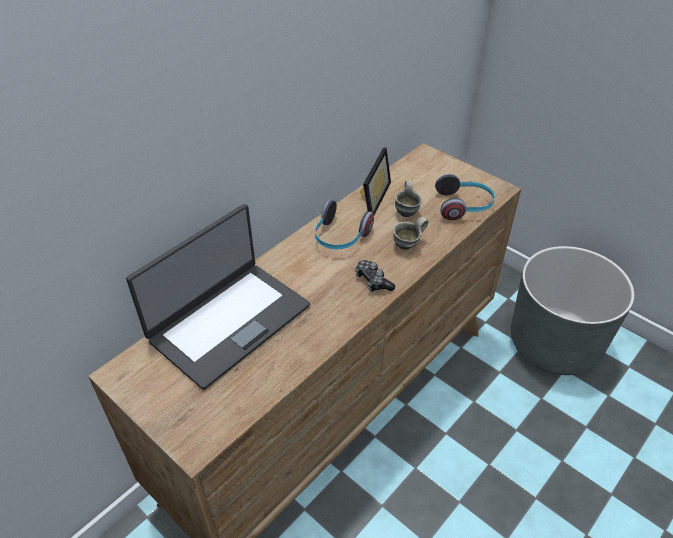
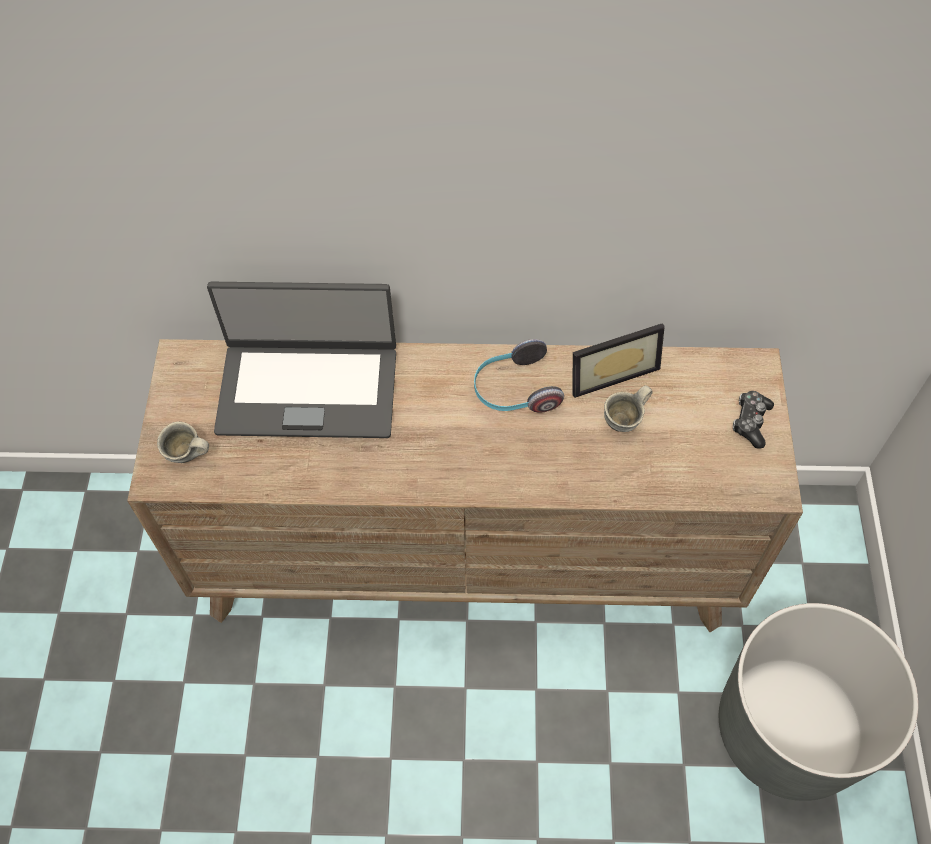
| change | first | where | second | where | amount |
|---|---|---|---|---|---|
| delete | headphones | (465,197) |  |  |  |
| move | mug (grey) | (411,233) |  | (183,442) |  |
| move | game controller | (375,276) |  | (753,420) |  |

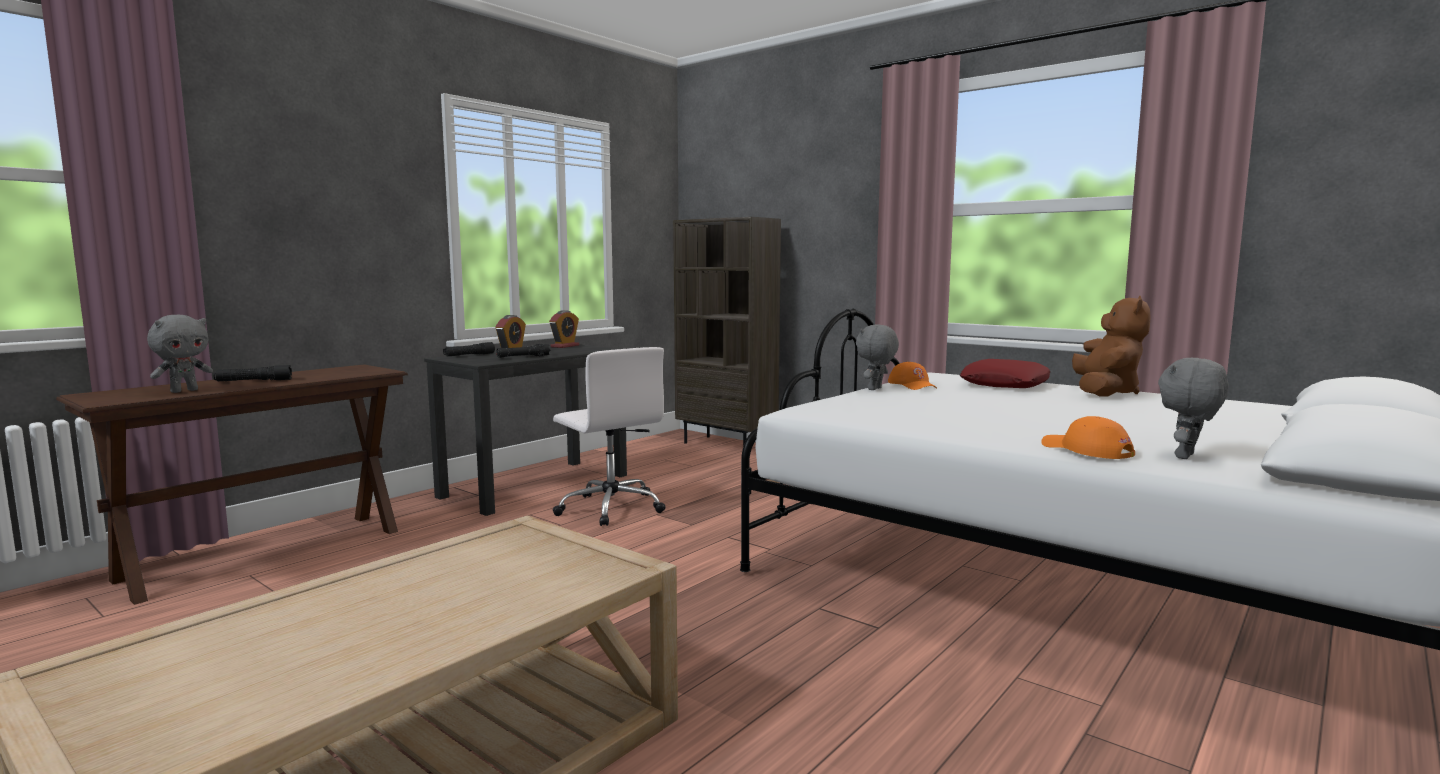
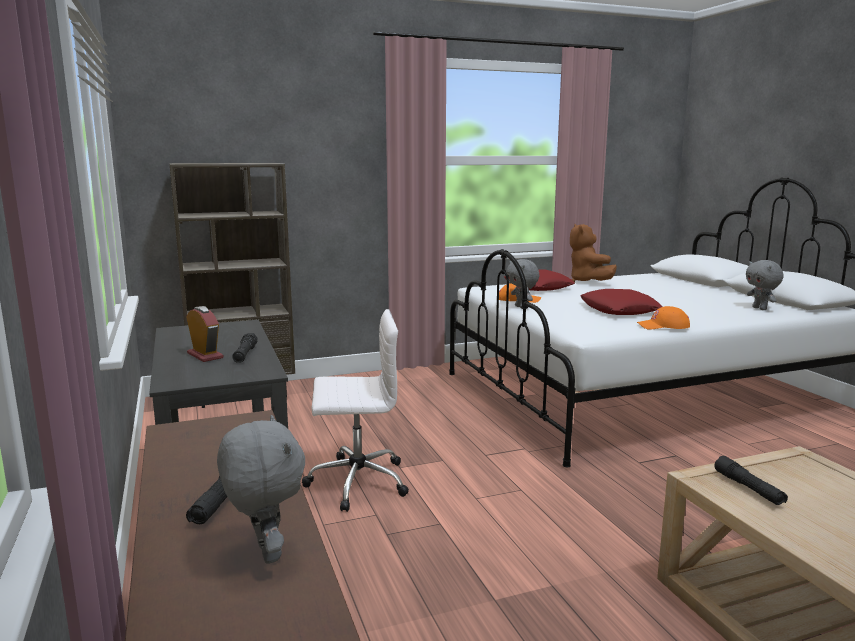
| change | first | where | second | where | amount |
|---|---|---|---|---|---|
| rotate | plush toy (brown) | (1111,346) |  | (593,253) | 150 degrees counterclockwise |
| delete | alarm clock | (564,329) |  |  |  |
| move | flashlight (black) | (469,349) |  | (751,480) |  |
| move | cap (orange) | (1088,437) |  | (663,318) |  |
| insert |  |  | pillow (red) | (621,302) |  |

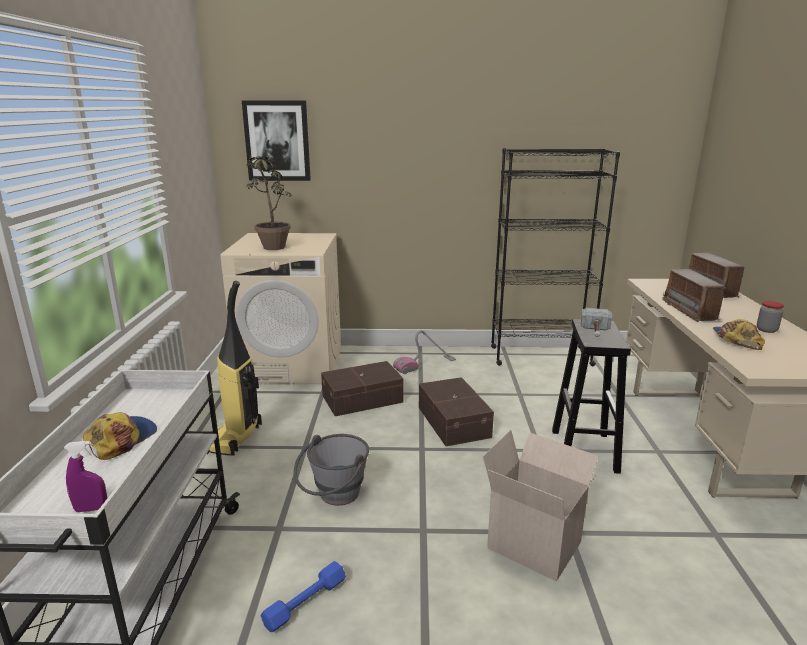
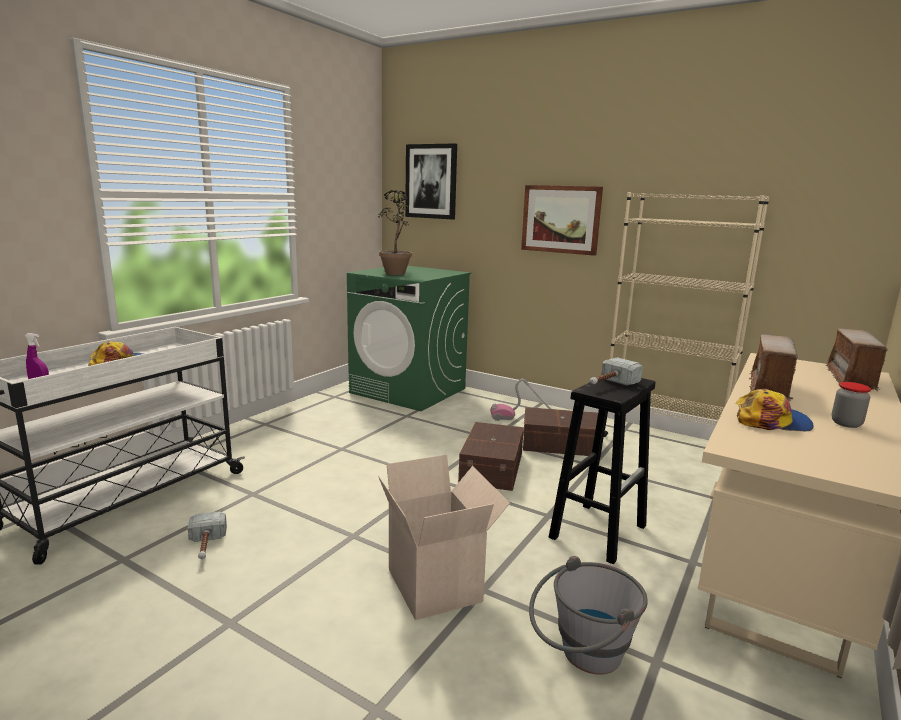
| change | first | where | second | where | amount |
|---|---|---|---|---|---|
| recolor | bookcase (black) | (555,257) | bookcase (beige) | (686,314) |  |
| recolor | washing machine (beige) | (280,308) | washing machine (green) | (409,338) |  |
| delete | vacuum cleaner | (234,368) |  |  |  |
| rotate | cap | (739,334) |  | (775,410) | 60 degrees clockwise |
| move | storage box (brown) | (362,388) |  | (562,432) |  |
| move | bucket (grey) | (331,470) |  | (588,615) |  |
| replace | dumbbell (blue) | (303,596) | hammer | (207,535) |  |
| insert |  |  | picture | (562,220) |  |

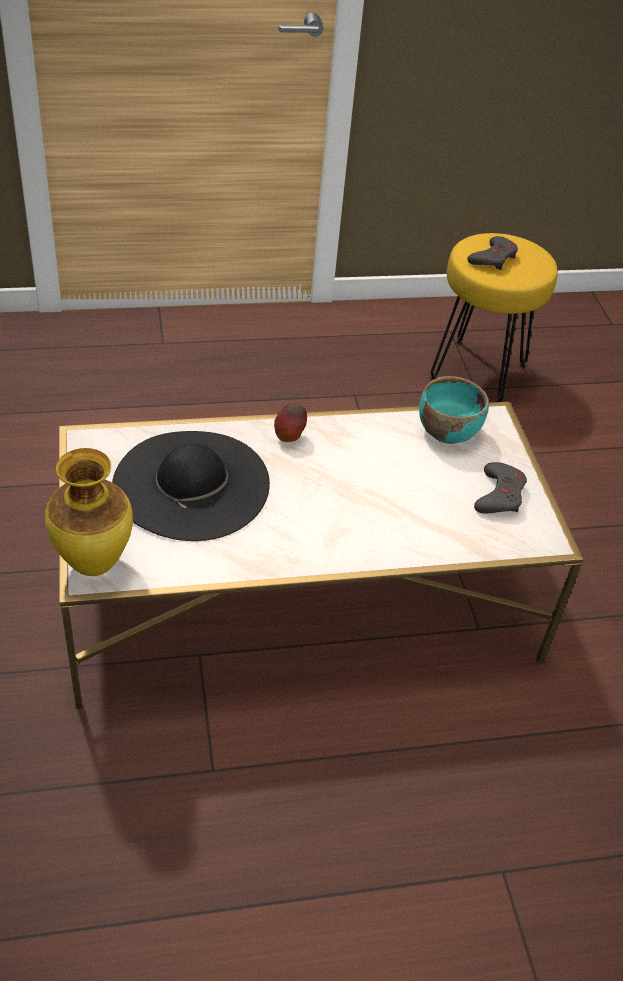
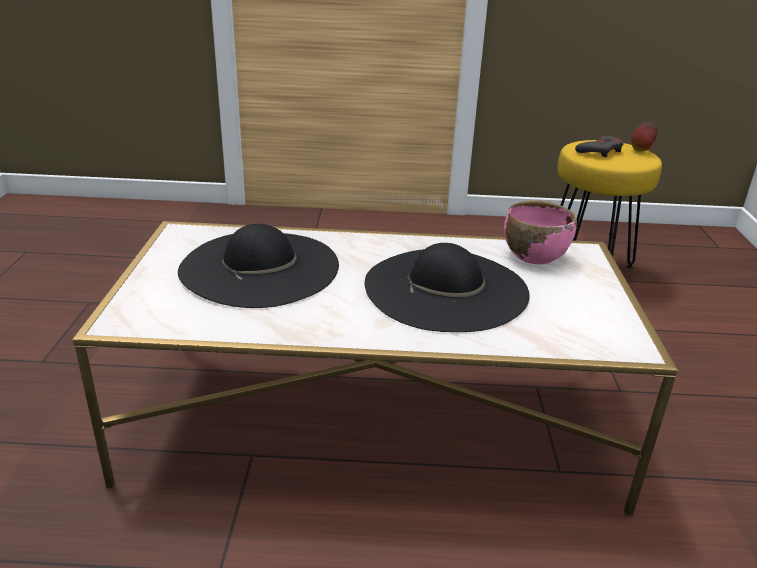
| change | first | where | second | where | amount |
|---|---|---|---|---|---|
| recolor | bowl (turquoise) | (454,410) | bowl (pink) | (540,232) |  |
| move | apple | (290,422) |  | (644,137) |  |
| delete | vase | (89,512) |  |  |  |
| delete | game controller (grey) | (500,488) |  |  |  |
| insert |  |  | hat (black) | (447,287) |  |

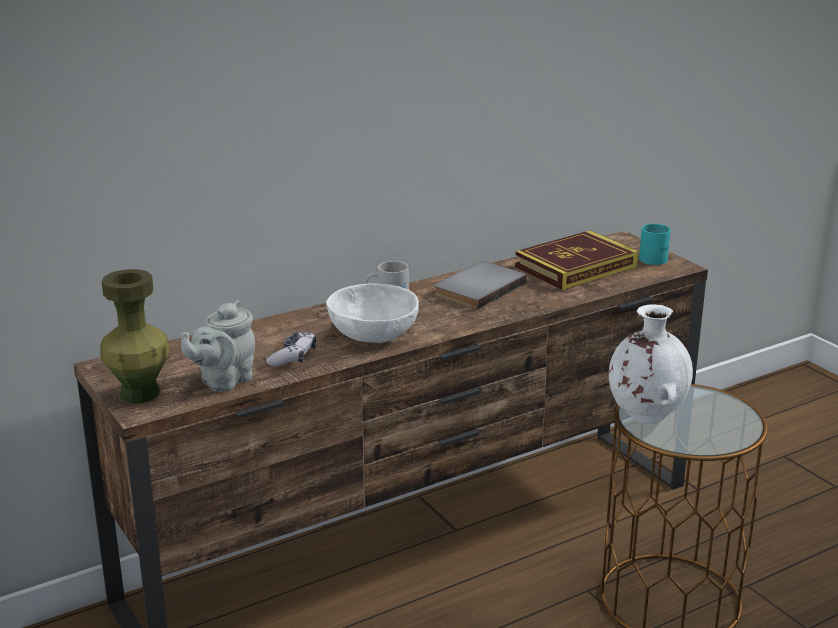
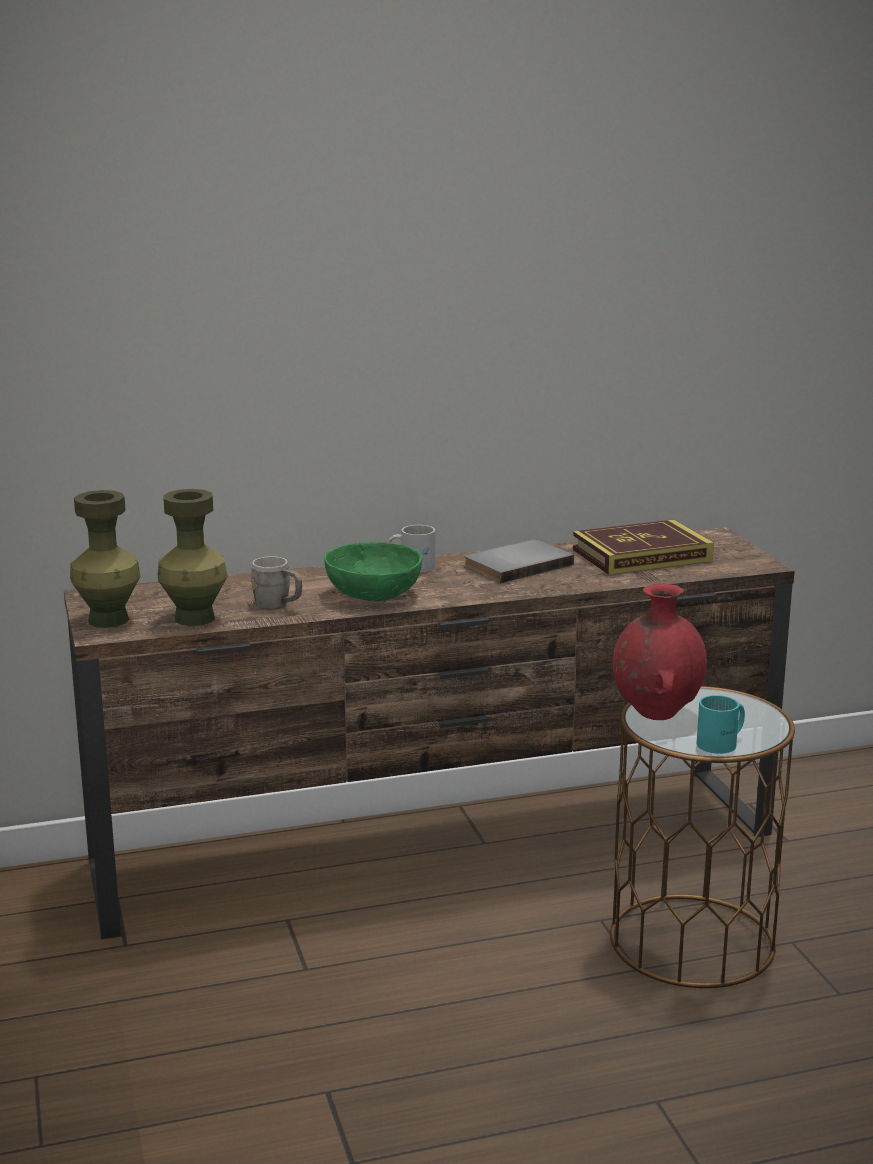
| change | first | where | second | where | amount |
|---|---|---|---|---|---|
| move | mug (turquoise) | (655,244) |  | (721,724) |  |
| recolor | bowl (white) | (372,313) | bowl (green) | (373,571) |  |
| replace | teapot (grey) | (218,346) | vase (green) | (193,557) |  |
| recolor | vase (white) | (651,364) | vase (red) | (660,652) |  |
| replace | game controller | (291,349) | mug (grey) | (276,583) |  |

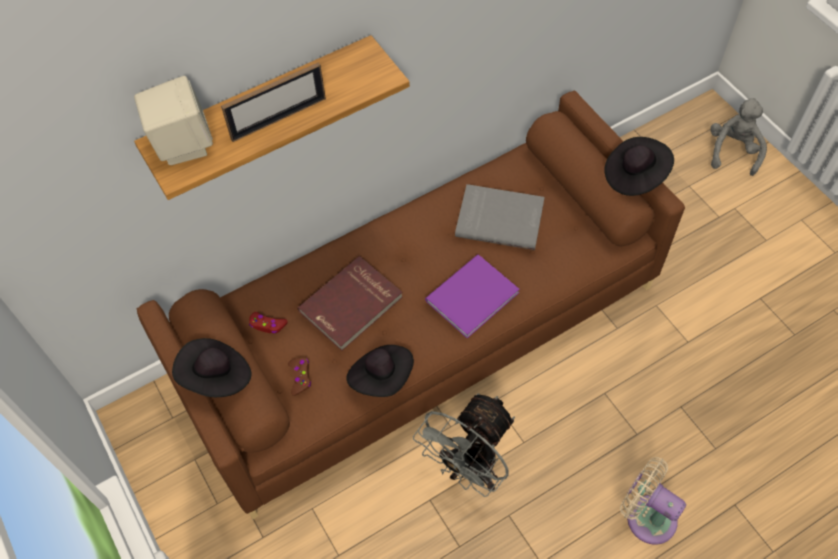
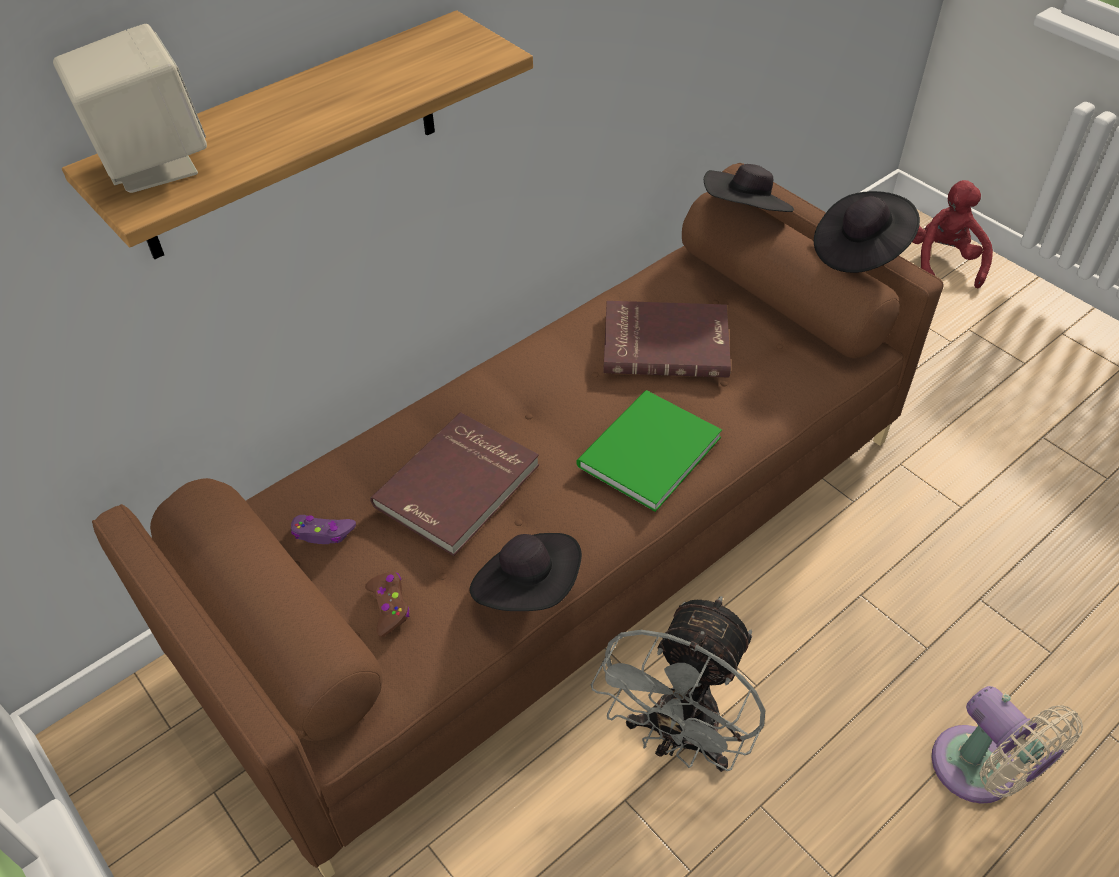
| change | first | where | second | where | amount |
|---|---|---|---|---|---|
| delete | picture frame | (273,102) |  |  |  |
| recolor | plush toy (grey) | (738,137) | plush toy (red) | (952,234) |  |
| recolor | book (grey) | (500,217) | book (red) | (667,339) |  |
| recolor | book (purple) | (472,296) | book (green) | (649,451) |  |
| recolor | game controller (red) | (268,323) | game controller (purple) | (323,529) |  |
| move | hat (black) | (211,367) |  | (749,188) |  |
| rotate | fan (beige) | (653,501) |  | (1007,745) | 150 degrees counterclockwise |

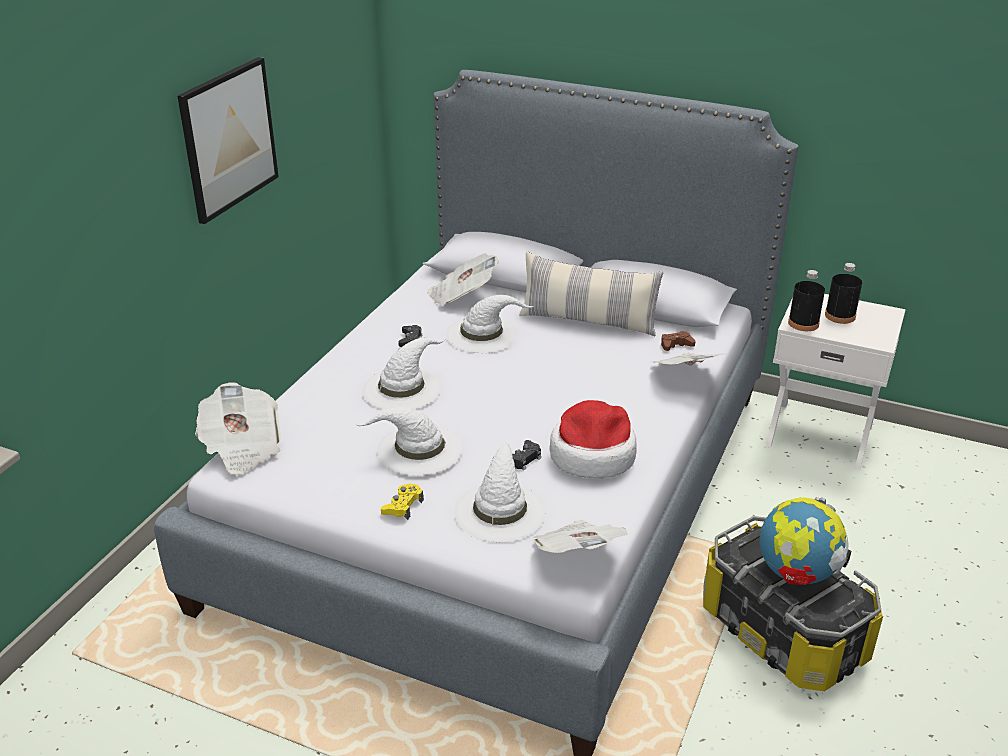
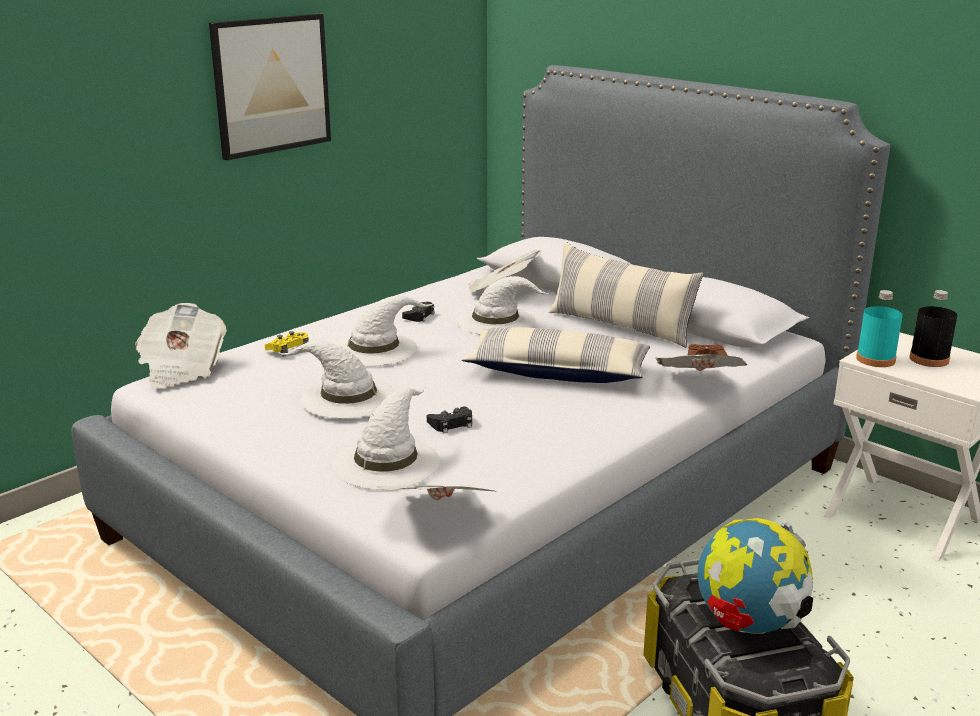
| change | first | where | second | where | amount |
|---|---|---|---|---|---|
| recolor | bottle (black) | (806,300) | bottle (turquoise) | (879,328) |  |
| delete | hat | (592,439) |  |  |  |
| move | game controller (yellow) | (402,501) |  | (287,344) |  |
| insert |  |  | pillow | (556,355) |  |

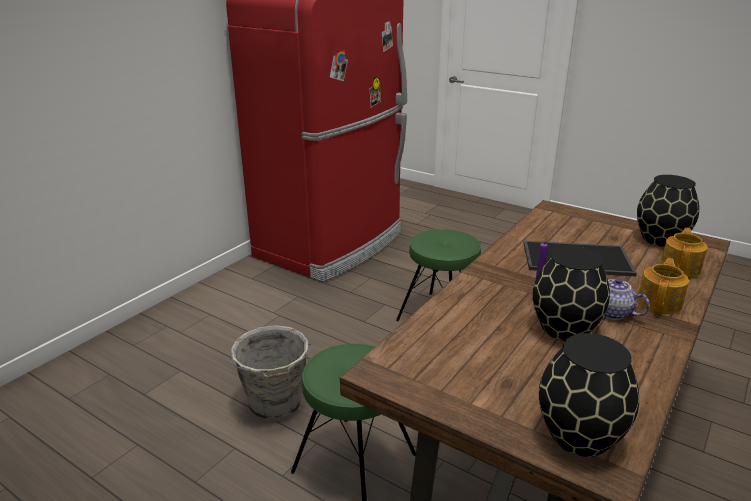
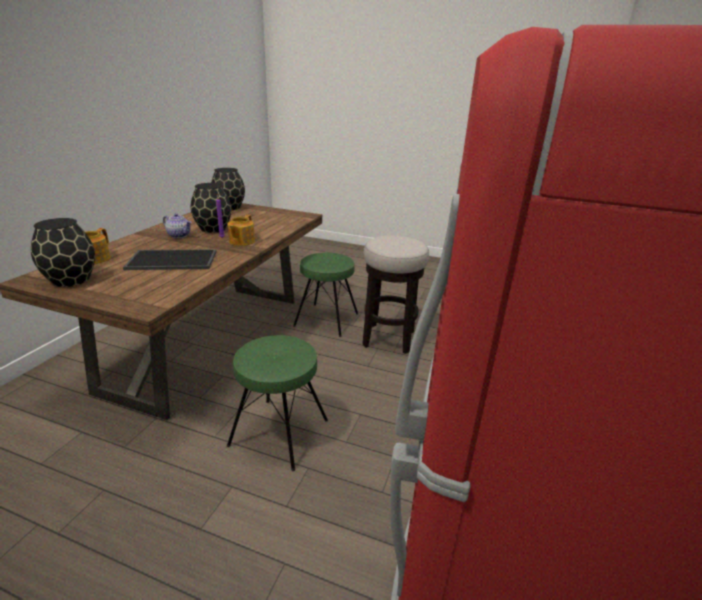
| change | first | where | second | where | amount |
|---|---|---|---|---|---|
| move | teapot | (663,286) |  | (241,230) |  |
| replace | bucket (grey) | (270,373) | stool | (395,294) |  |

